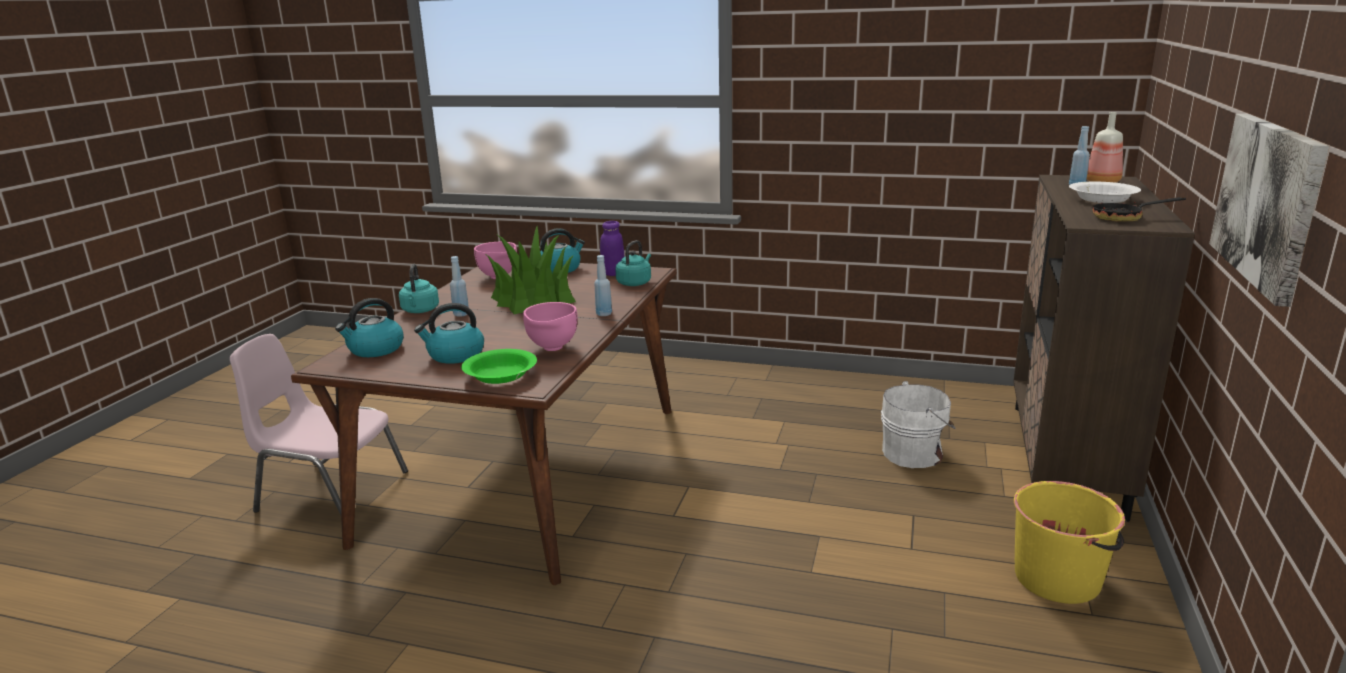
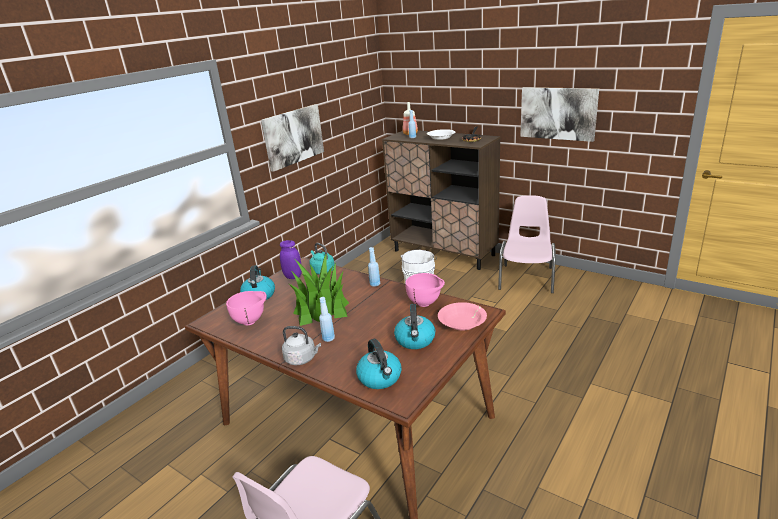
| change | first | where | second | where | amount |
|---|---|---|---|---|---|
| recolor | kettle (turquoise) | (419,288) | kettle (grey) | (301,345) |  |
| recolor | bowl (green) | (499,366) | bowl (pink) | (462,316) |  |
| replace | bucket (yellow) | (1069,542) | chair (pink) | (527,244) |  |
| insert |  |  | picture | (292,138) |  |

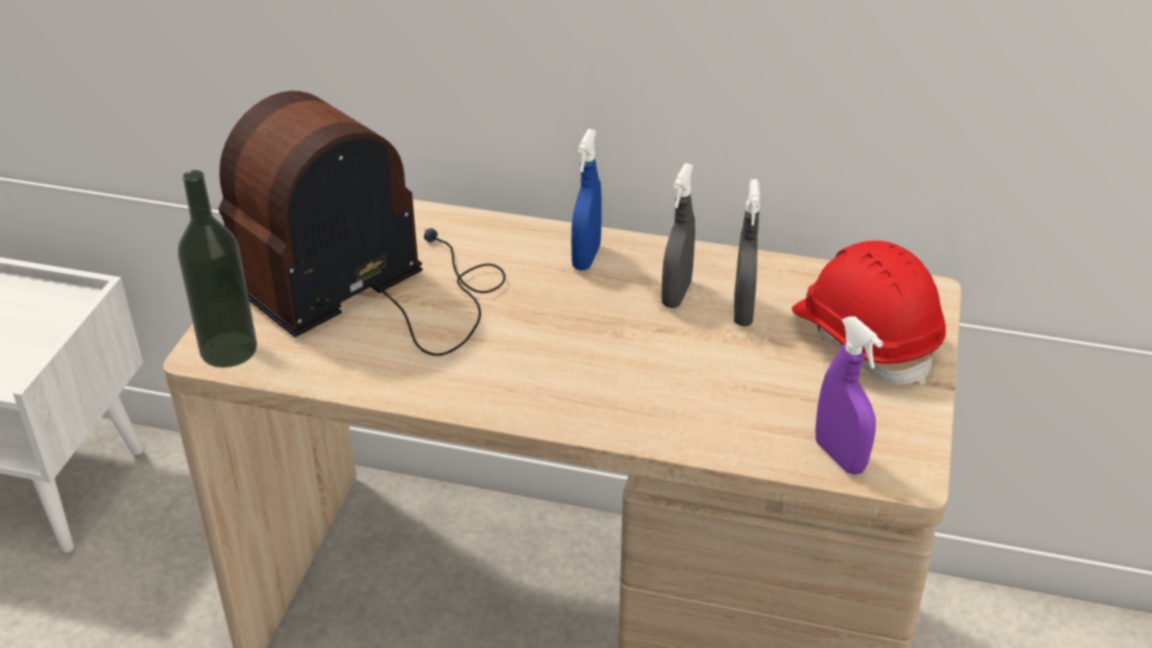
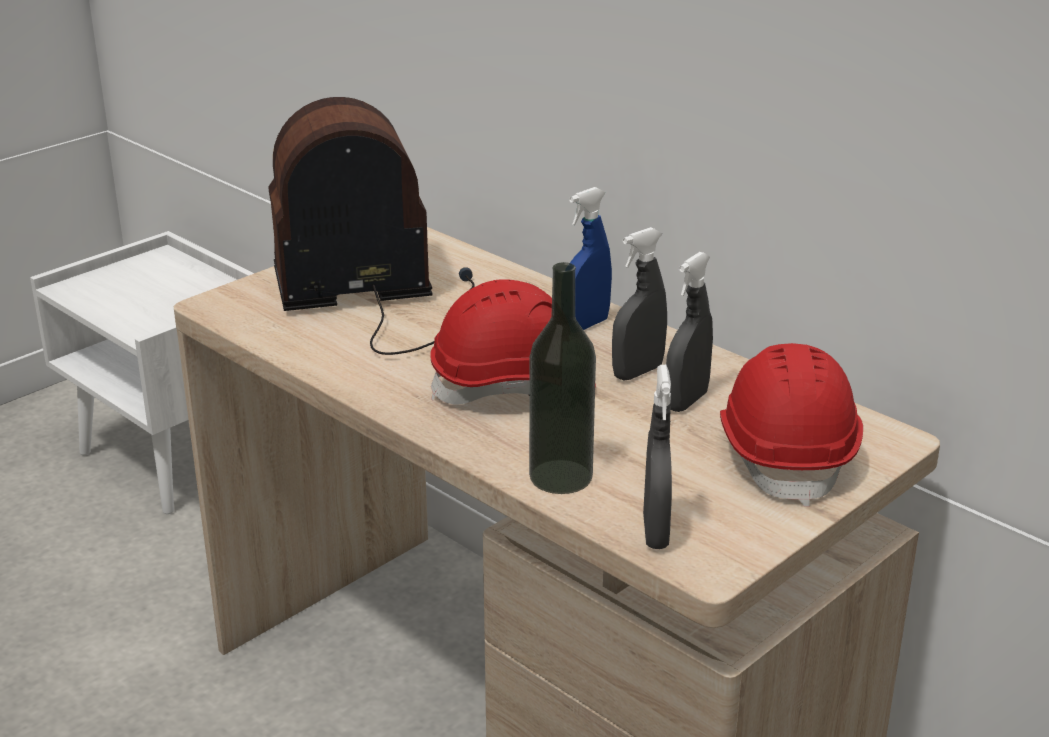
| change | first | where | second | where | amount |
|---|---|---|---|---|---|
| move | bottle | (217,269) |  | (562,378) |  |
| recolor | spray bottle (purple) | (849,395) | spray bottle (grey) | (657,457) |  |
| insert |  |  | hard hat (red) | (513,341) |  |

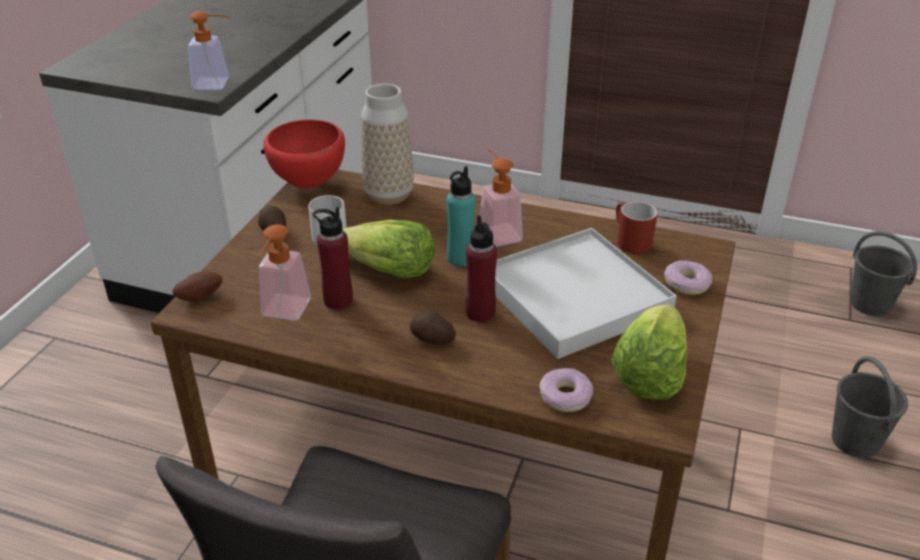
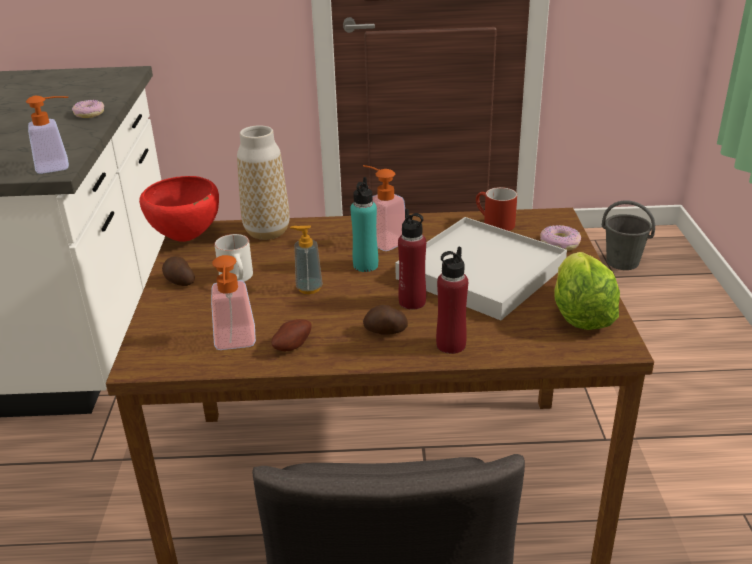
| change | first | where | second | where | amount |
|---|---|---|---|---|---|
| move | bottle (red) | (333,258) |  | (452,300) |  |
| replace | lettuce | (388,249) | soap dispenser | (306,259) |  |
| move | potato | (197,286) |  | (291,335) |  |
| delete | bucket (grey) | (870,407) |  |  |  |
| move | donut | (566,390) |  | (88,109) |  |

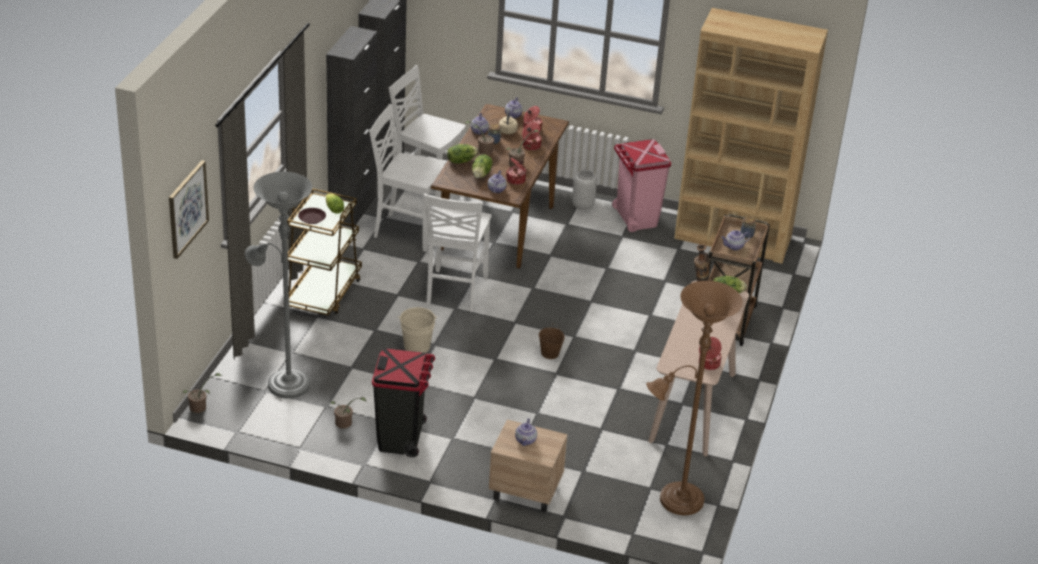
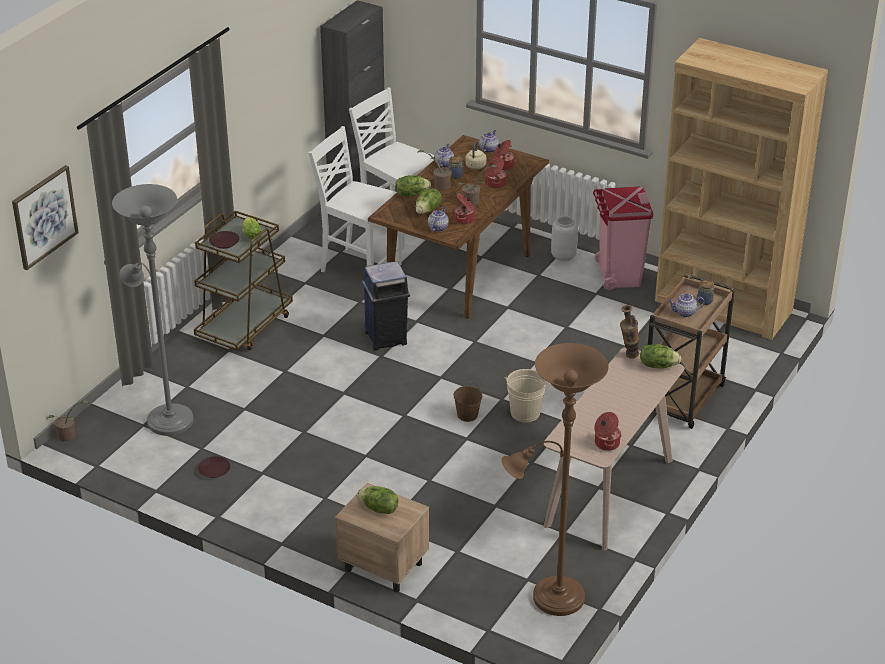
| change | first | where | second | where | amount |
|---|---|---|---|---|---|
| delete | cabinet (black) | (351,127) |  |  |  |
| replace | chair (white) | (458,253) | trash can (blue) | (386,306) |  |
| move | bucket (beige) | (418,330) |  | (526,395) |  |
| delete | trash can (black) | (403,402) |  |  |  |
| replace | potted plant | (348,413) | plate (brown) | (214,467) |  |
| replace | teapot | (526,432) | lettuce | (377,500) |  |

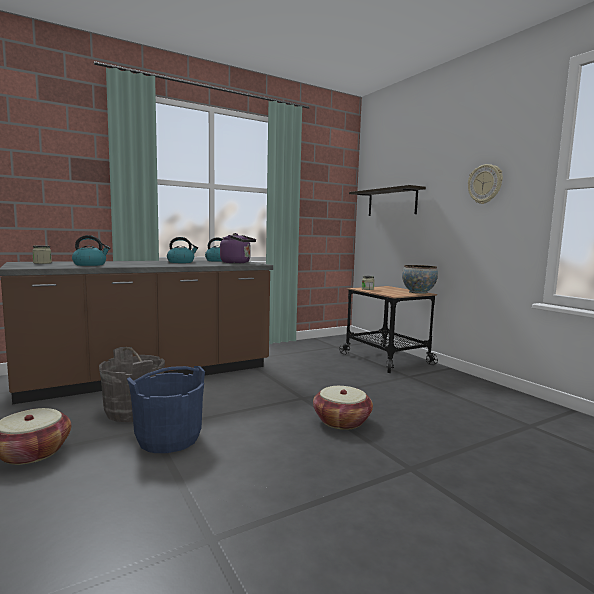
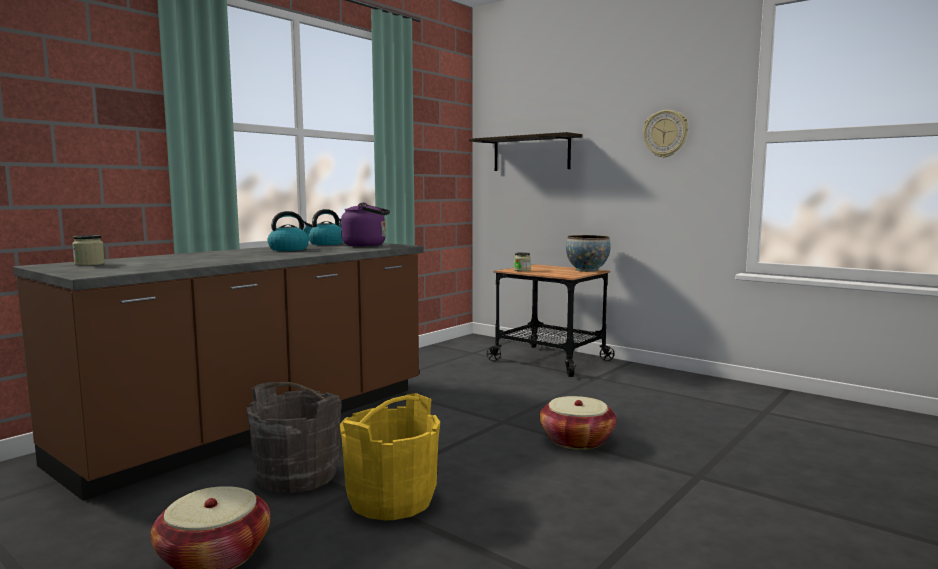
| change | first | where | second | where | amount |
|---|---|---|---|---|---|
| delete | kettle | (91,250) |  |  |  |
| recolor | bucket (blue) | (166,409) | bucket (yellow) | (390,456) |  |

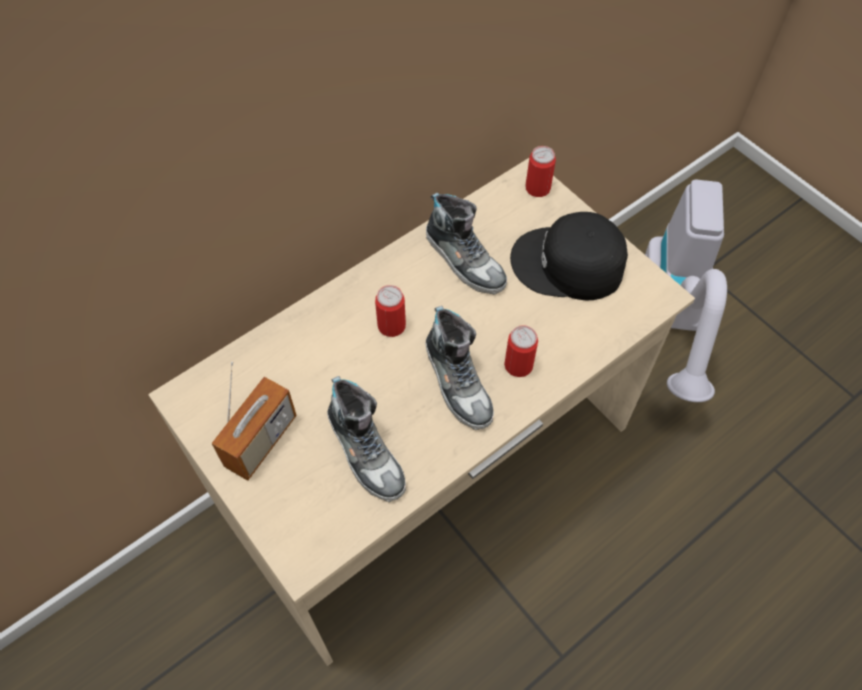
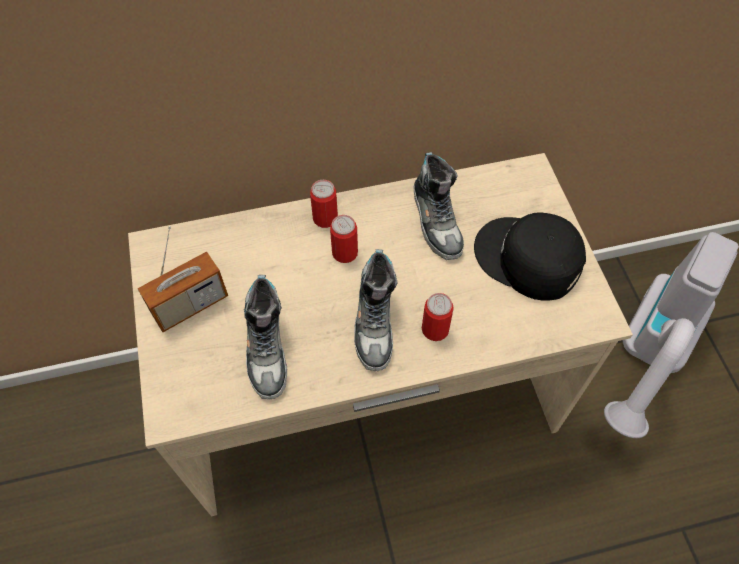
| change | first | where | second | where | amount |
|---|---|---|---|---|---|
| move | can | (540,171) |  | (324,204) |  |

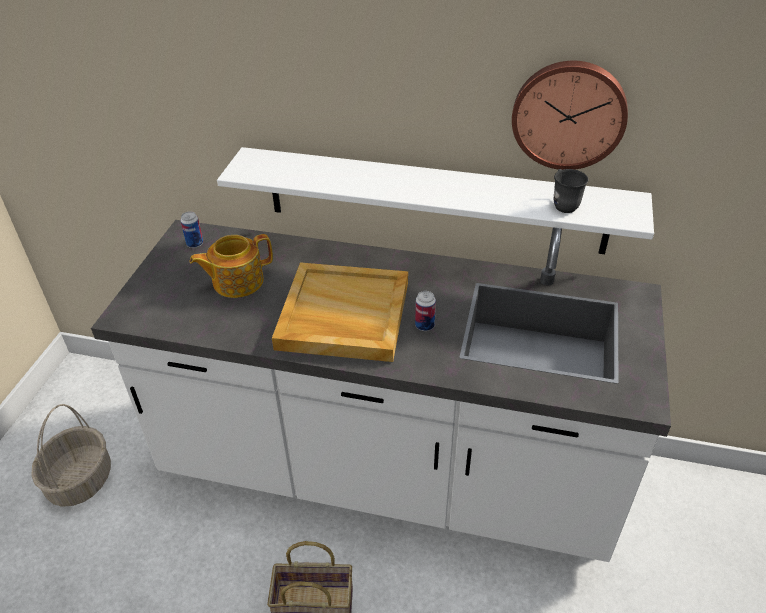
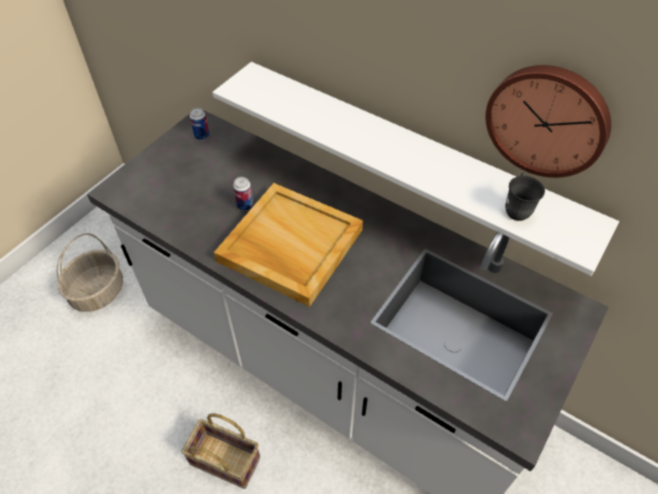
| change | first | where | second | where | amount |
|---|---|---|---|---|---|
| delete | teapot | (231,266) |  |  |  |
| move | can | (425,311) |  | (243,194) |  |

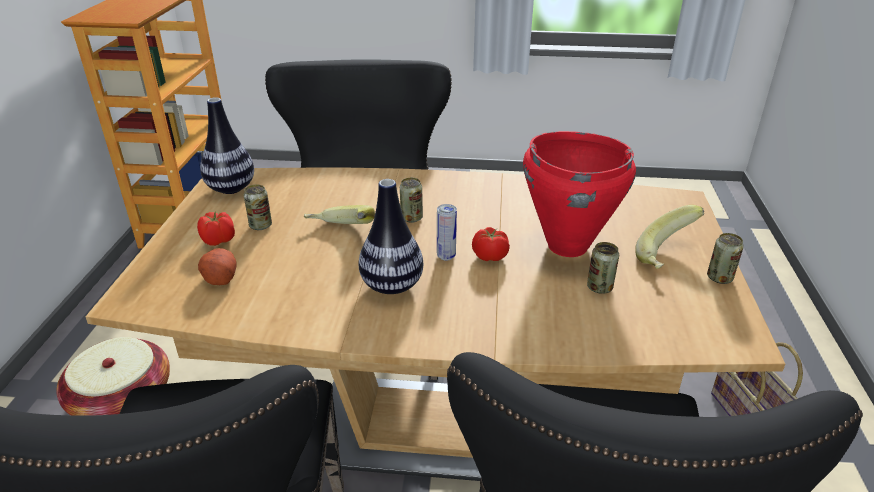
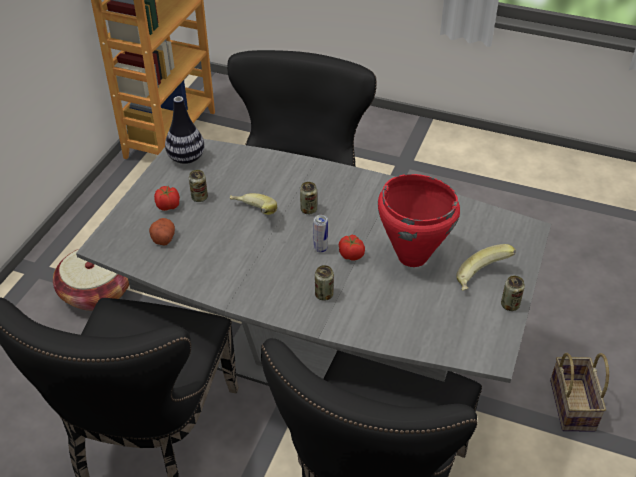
| change | first | where | second | where | amount |
|---|---|---|---|---|---|
| recolor | dining table (brown) | (435,324) | dining table (grey) | (313,262) |  |
| delete | vase | (391,236) |  |  |  |
| move | can | (603,268) |  | (324,283) |  |

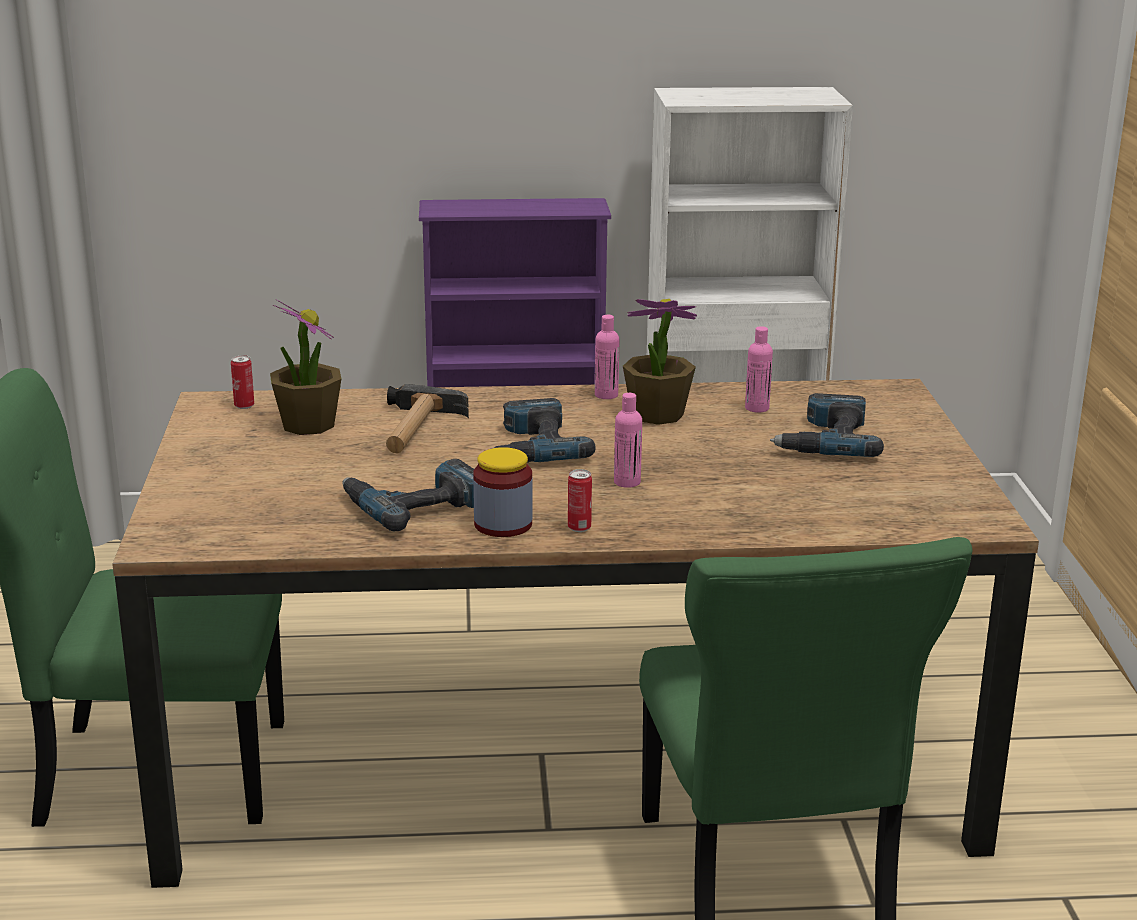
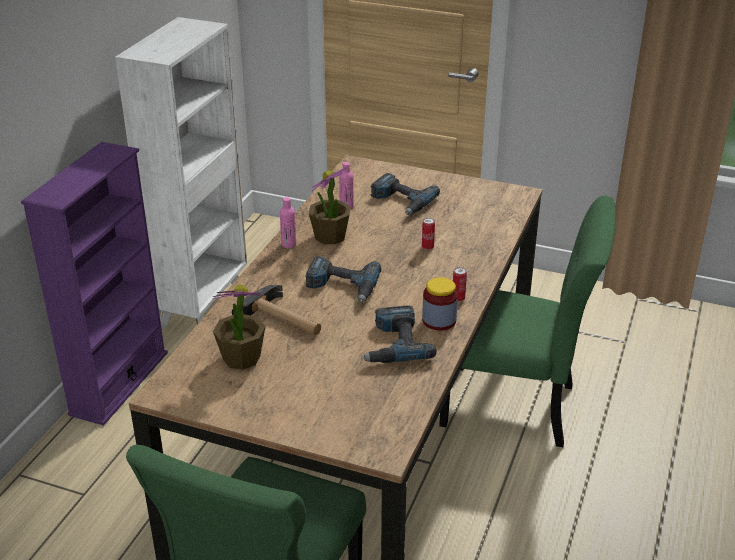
| change | first | where | second | where | amount |
|---|---|---|---|---|---|
| move | can | (242,382) |  | (428,234) |  |
| delete | bottle (pink) | (628,440) |  |  |  |

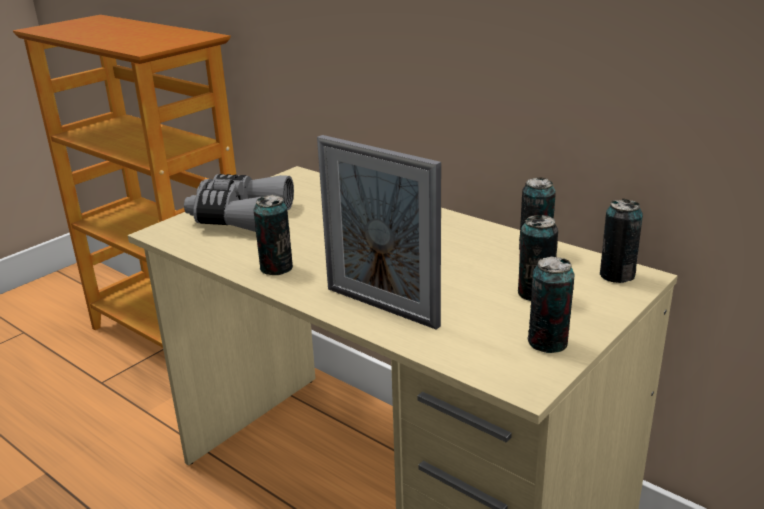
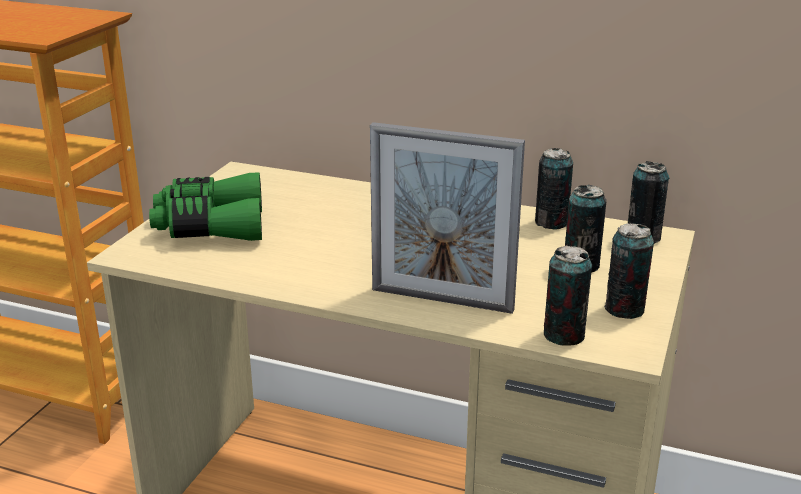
| change | first | where | second | where | amount |
|---|---|---|---|---|---|
| recolor | binoculars (grey) | (239,203) | binoculars (green) | (205,206) |  |
| move | can | (273,235) |  | (568,296) |  |

